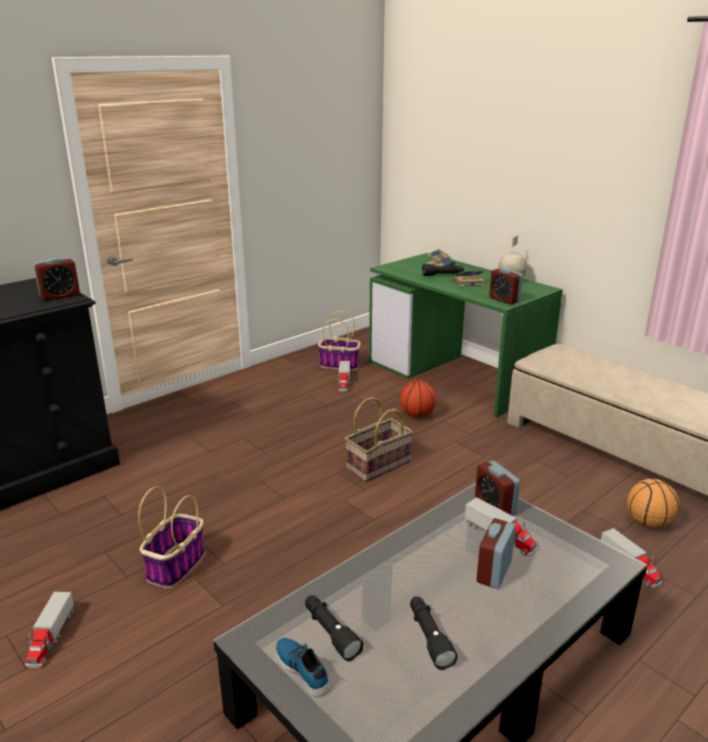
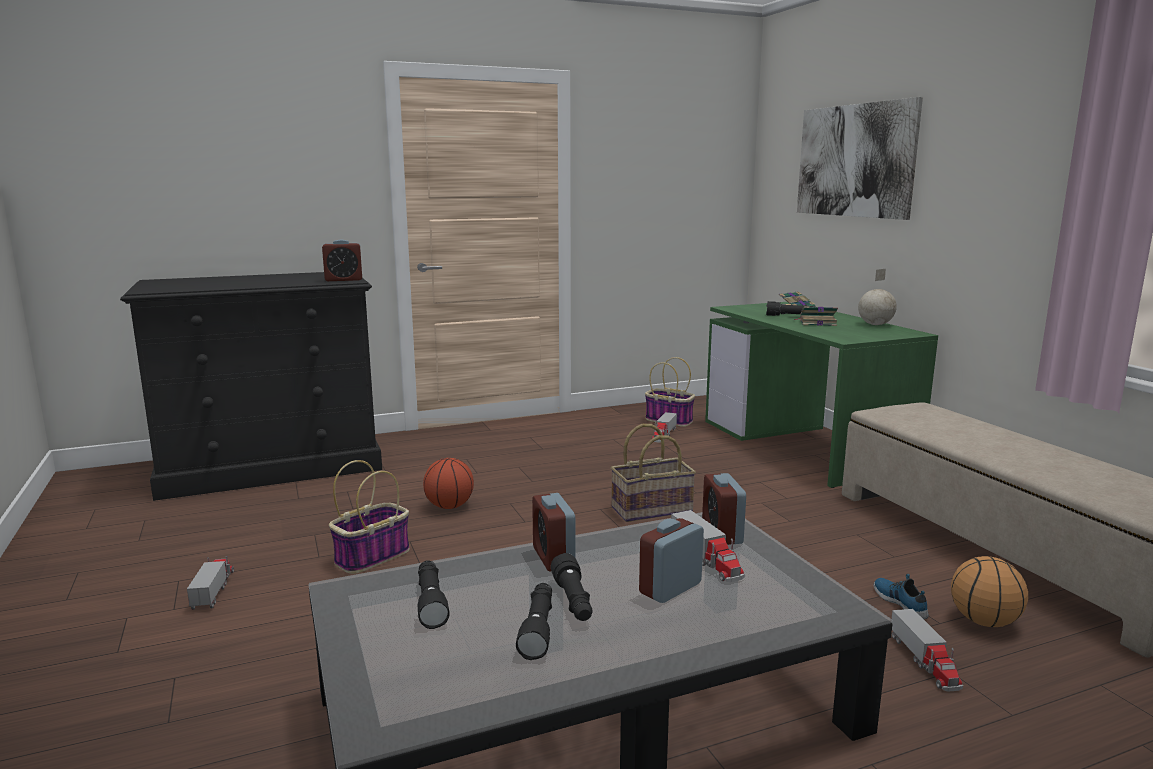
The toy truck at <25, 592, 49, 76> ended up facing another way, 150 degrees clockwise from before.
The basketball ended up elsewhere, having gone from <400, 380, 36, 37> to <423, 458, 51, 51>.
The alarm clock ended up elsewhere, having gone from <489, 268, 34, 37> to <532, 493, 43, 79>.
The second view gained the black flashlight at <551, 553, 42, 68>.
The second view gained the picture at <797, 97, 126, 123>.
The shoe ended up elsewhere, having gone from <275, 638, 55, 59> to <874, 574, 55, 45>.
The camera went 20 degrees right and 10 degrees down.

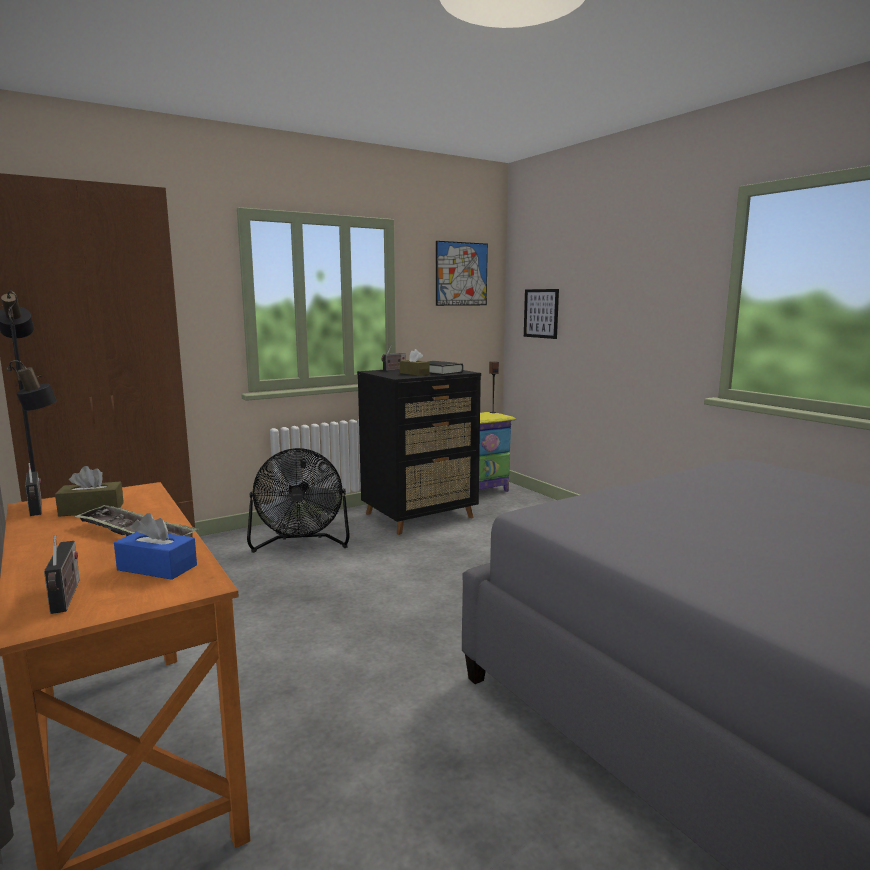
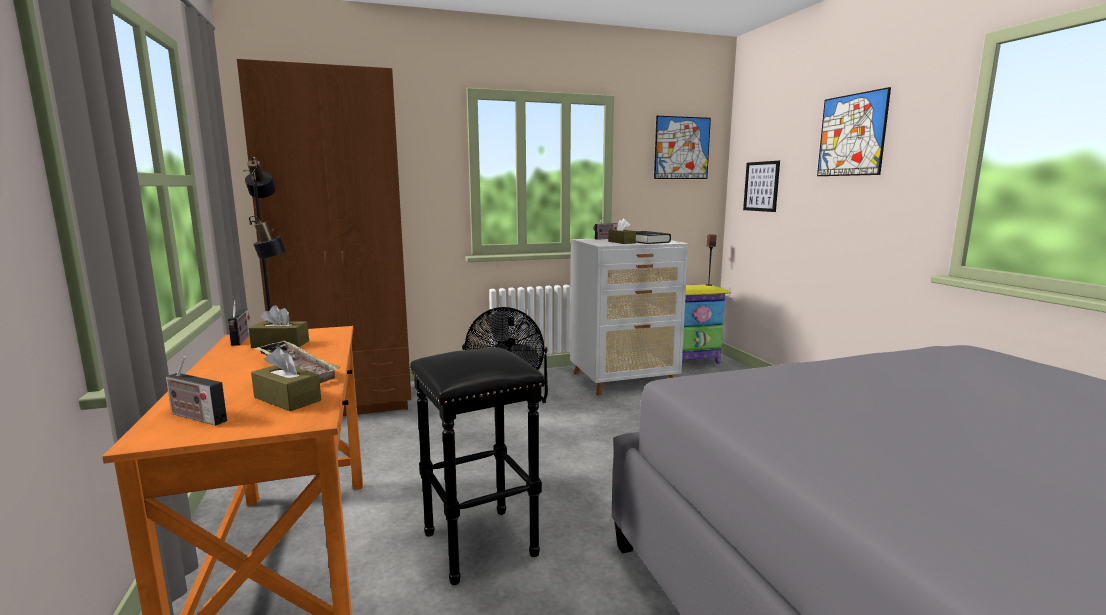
The radio at <44, 535, 36, 79> ended up facing another way, 120 degrees clockwise from before.
What was the blue tissue box at <114, 513, 83, 67> turned into the brown tissue box at <251, 347, 70, 64>.
The second view gained the black stool at <410, 347, 135, 238>.
What was the black dresser at <357, 370, 124, 165> turned into the white dresser at <570, 239, 119, 157>.
The second view gained the picture at <817, 87, 74, 89>.
The camera went 15 degrees right and 0 degrees up.

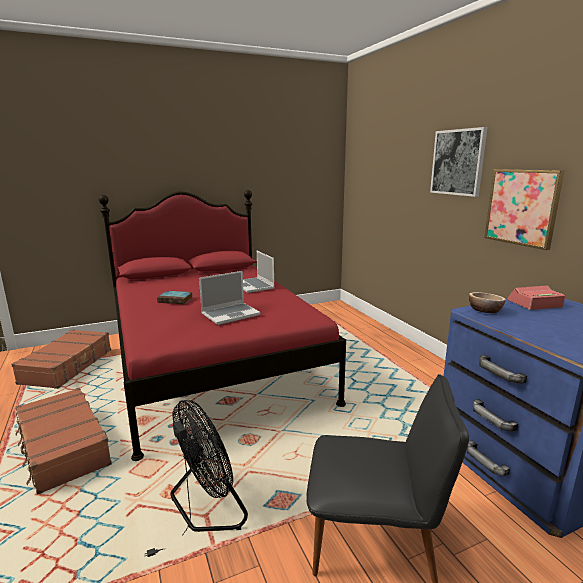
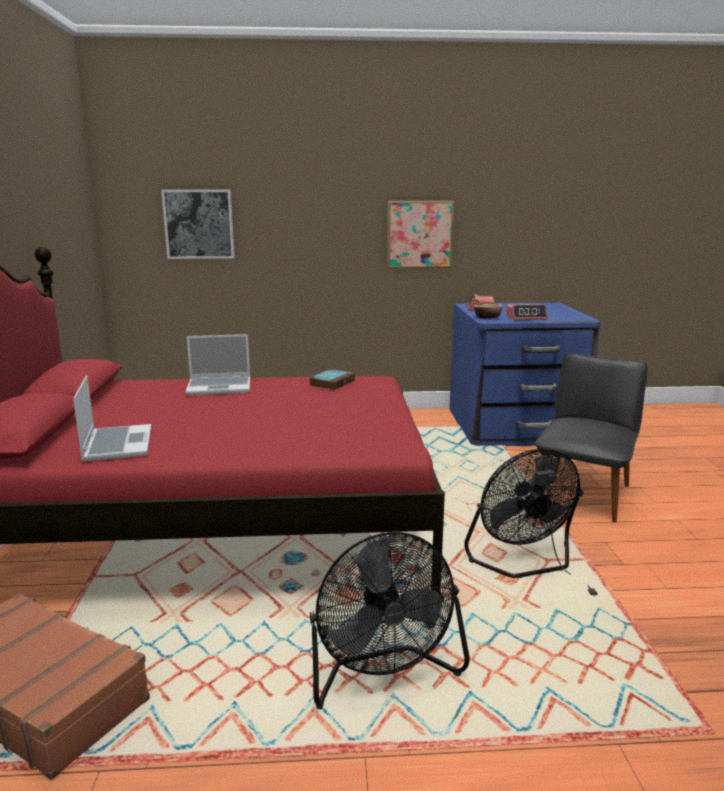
The laptop ended up elsewhere, having gone from <199, 271, 62, 54> to <73, 376, 78, 85>.
The picture ended up elsewhere, having gone from <430, 127, 57, 70> to <161, 190, 74, 69>.
The book ended up elsewhere, having gone from <157, 291, 36, 13> to <310, 369, 45, 21>.
Where the brown suitcase stood at <15, 388, 97, 107>, the black fan came to stand at <310, 531, 160, 178>.
The second view gained the alarm clock at <506, 304, 41, 16>.
The camera went 70 degrees left and 0 degrees up.

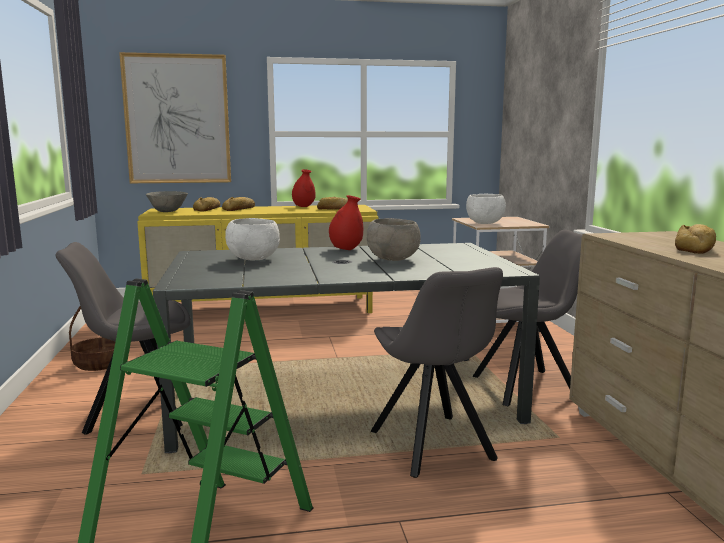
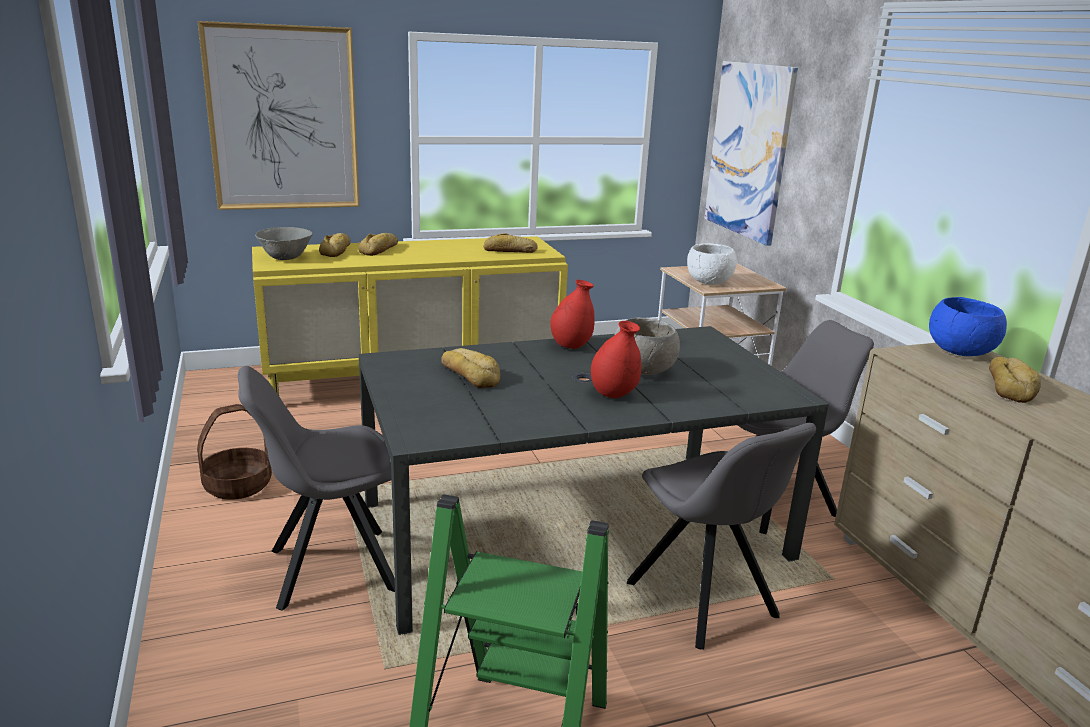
Where the white bowl stood at <225, 218, 55, 42>, the bread came to stand at <441, 348, 59, 40>.
The red vase ended up elsewhere, having gone from <292, 169, 24, 38> to <591, 321, 50, 77>.
The second view gained the picture at <704, 61, 94, 185>.
The second view gained the blue bowl at <929, 297, 78, 59>.
The camera went 10 degrees left and 10 degrees up.

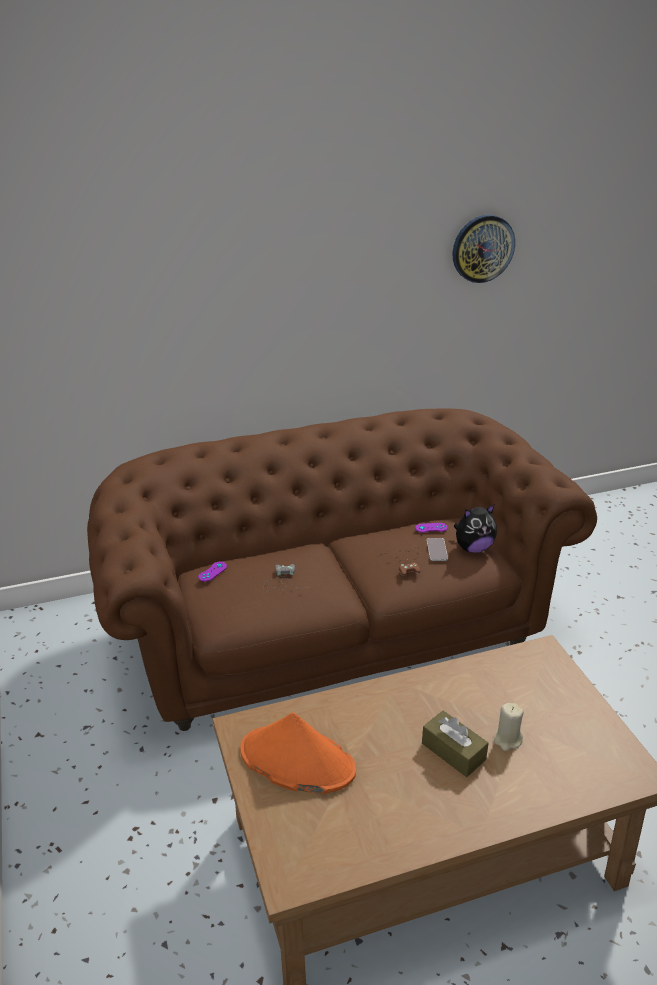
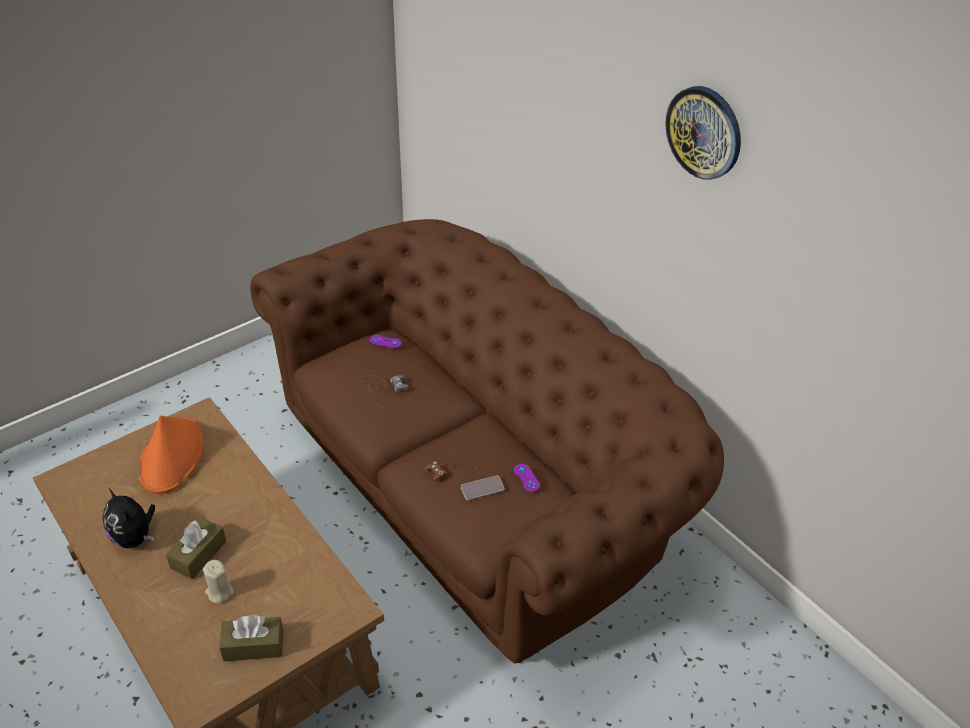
The plush toy ended up elsewhere, having gone from <453, 504, 44, 49> to <102, 488, 53, 60>.
The second view gained the brown tissue box at <219, 615, 64, 46>.
The wall clock ended up elsewhere, having gone from <453, 215, 62, 68> to <665, 86, 76, 94>.
The camera went 70 degrees right and 10 degrees up.

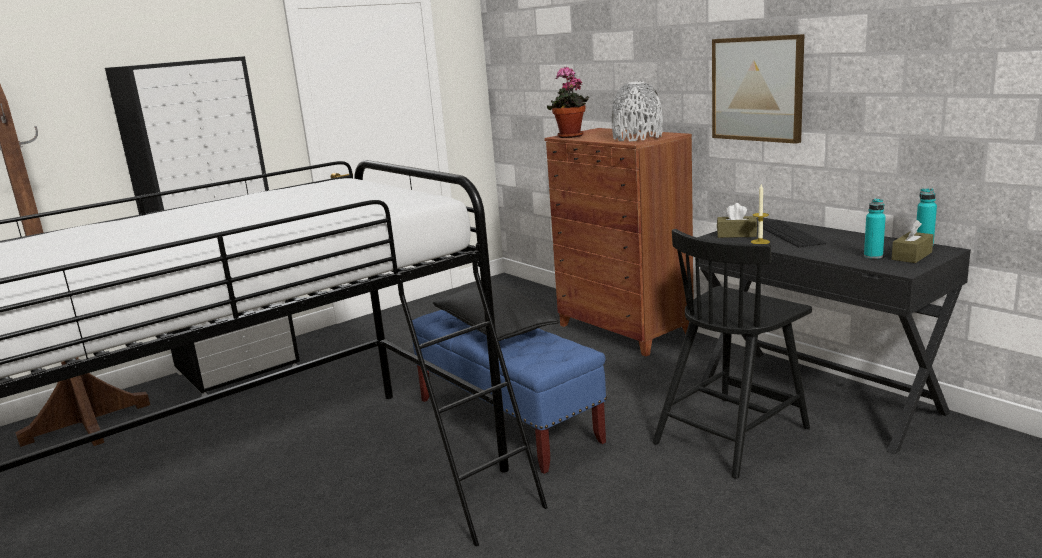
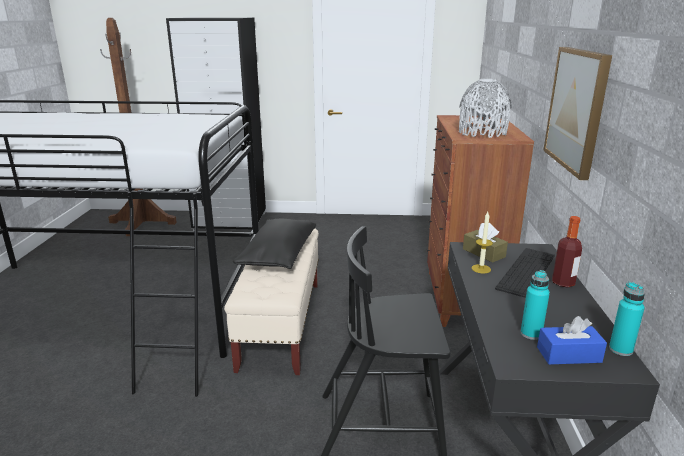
What was the blue bench at <412, 310, 195, 164> turned into the beige bench at <224, 228, 95, 147>.
What was the brown tissue box at <892, 220, 42, 43> turned into the blue tissue box at <537, 316, 70, 49>.
The second view gained the bottle at <552, 216, 30, 71>.
The second view lost the potted plant at <547, 67, 42, 71>.
The camera went 40 degrees right and 5 degrees up.

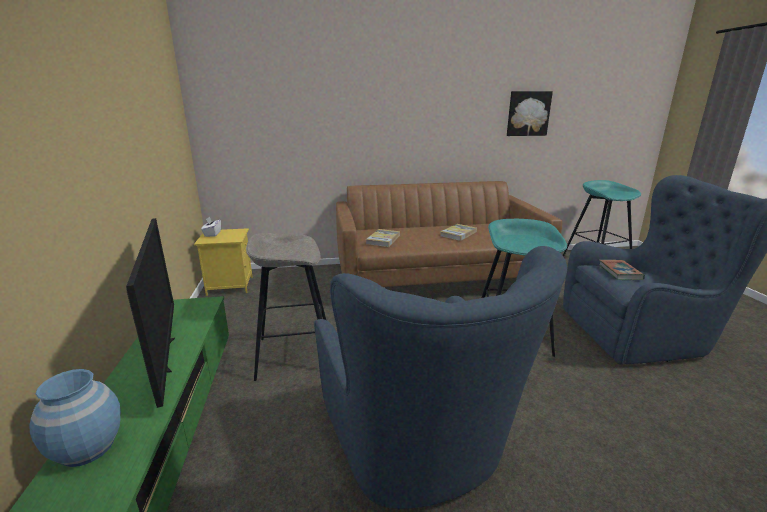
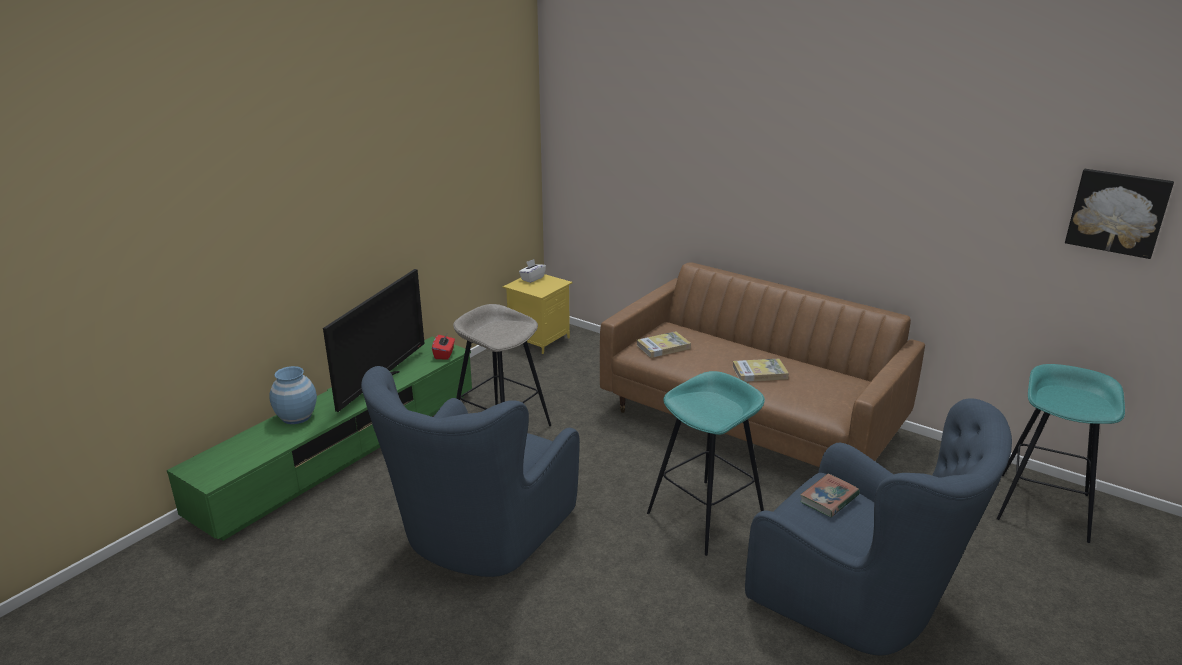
The second view gained the red tissue box at <432, 334, 23, 26>.
The picture ended up elsewhere, having gone from <507, 91, 46, 45> to <1065, 169, 109, 90>.
The camera went 45 degrees right and 5 degrees up.

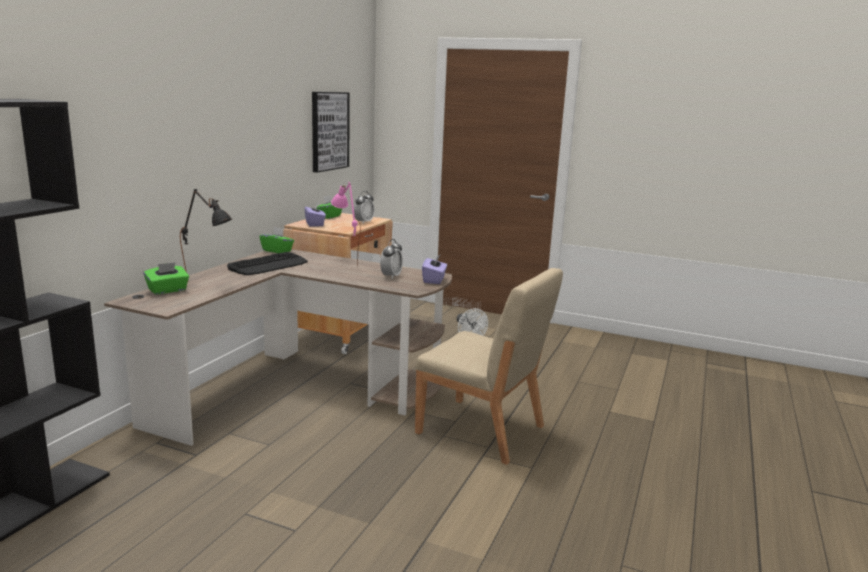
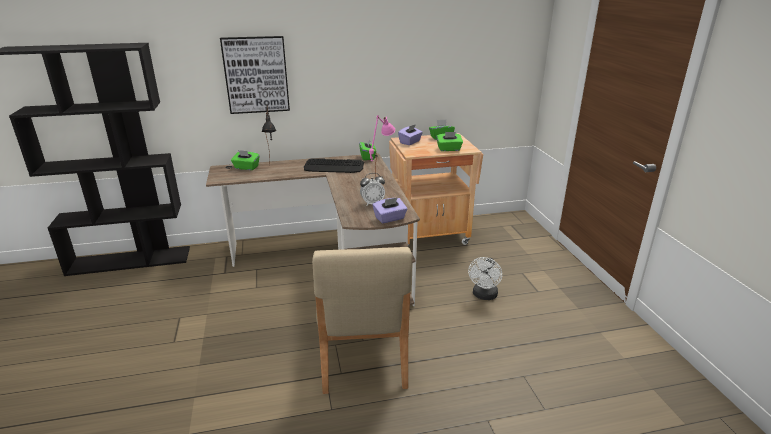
The picture ended up elsewhere, having gone from <312, 92, 38, 81> to <220, 36, 70, 78>.
Where the alarm clock stood at <354, 191, 21, 32>, the green tissue box came to stand at <436, 132, 27, 19>.
The camera went 55 degrees right and 10 degrees up.

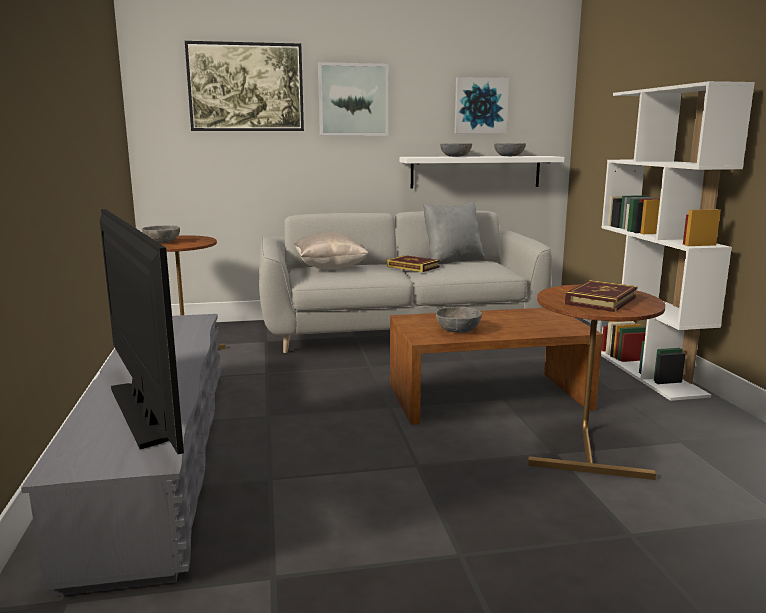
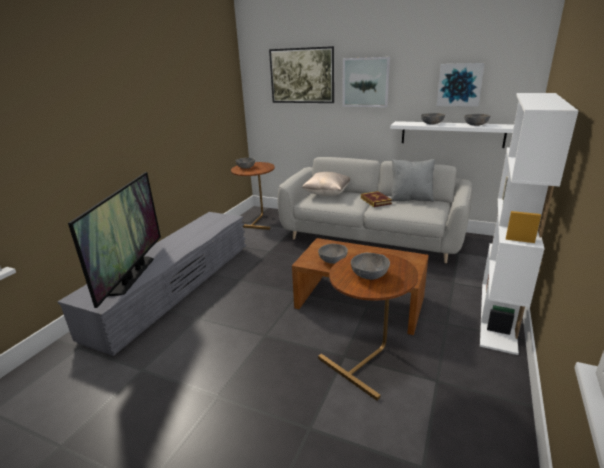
Where the book stood at <565, 280, 73, 32>, the grey bowl came to stand at <351, 253, 39, 27>.
The camera went 35 degrees right and 10 degrees up.

